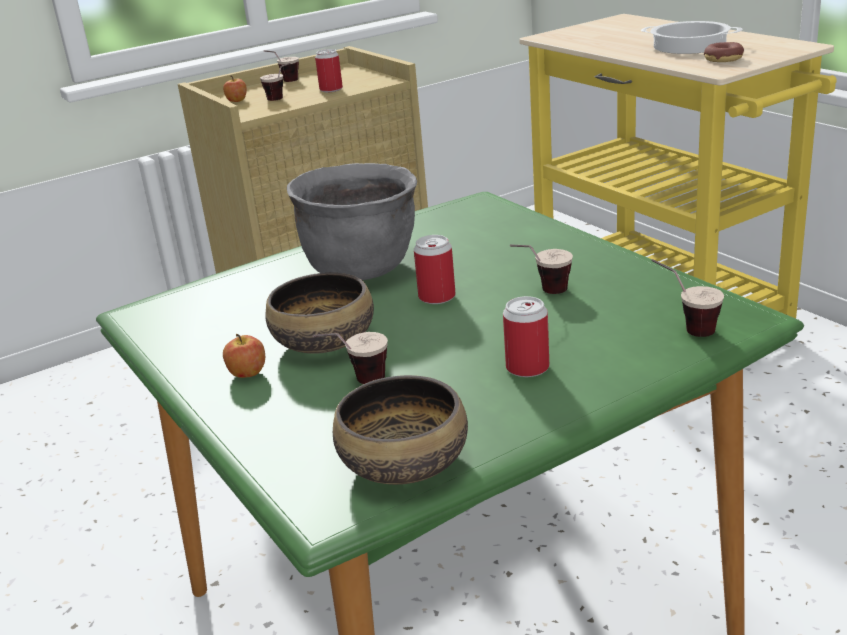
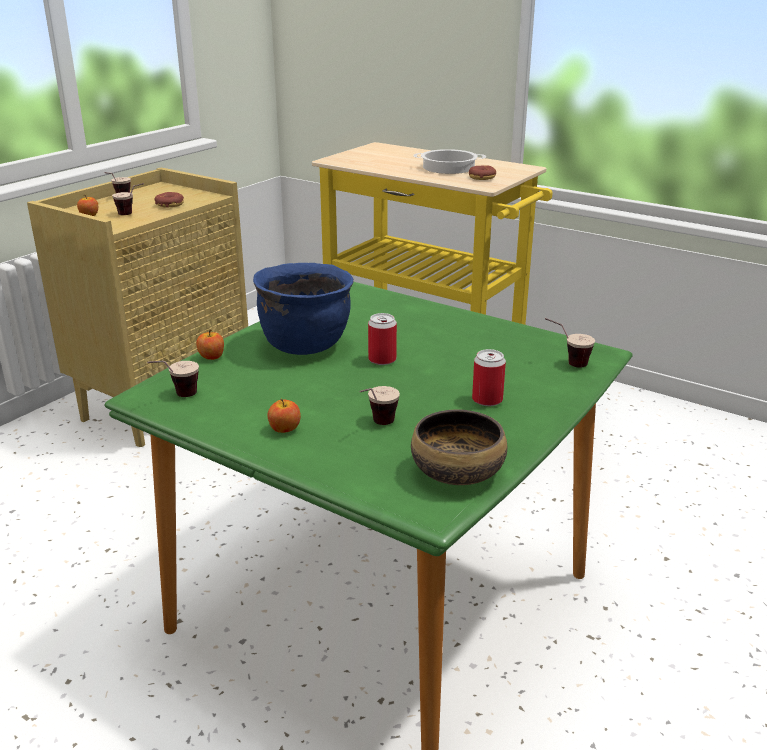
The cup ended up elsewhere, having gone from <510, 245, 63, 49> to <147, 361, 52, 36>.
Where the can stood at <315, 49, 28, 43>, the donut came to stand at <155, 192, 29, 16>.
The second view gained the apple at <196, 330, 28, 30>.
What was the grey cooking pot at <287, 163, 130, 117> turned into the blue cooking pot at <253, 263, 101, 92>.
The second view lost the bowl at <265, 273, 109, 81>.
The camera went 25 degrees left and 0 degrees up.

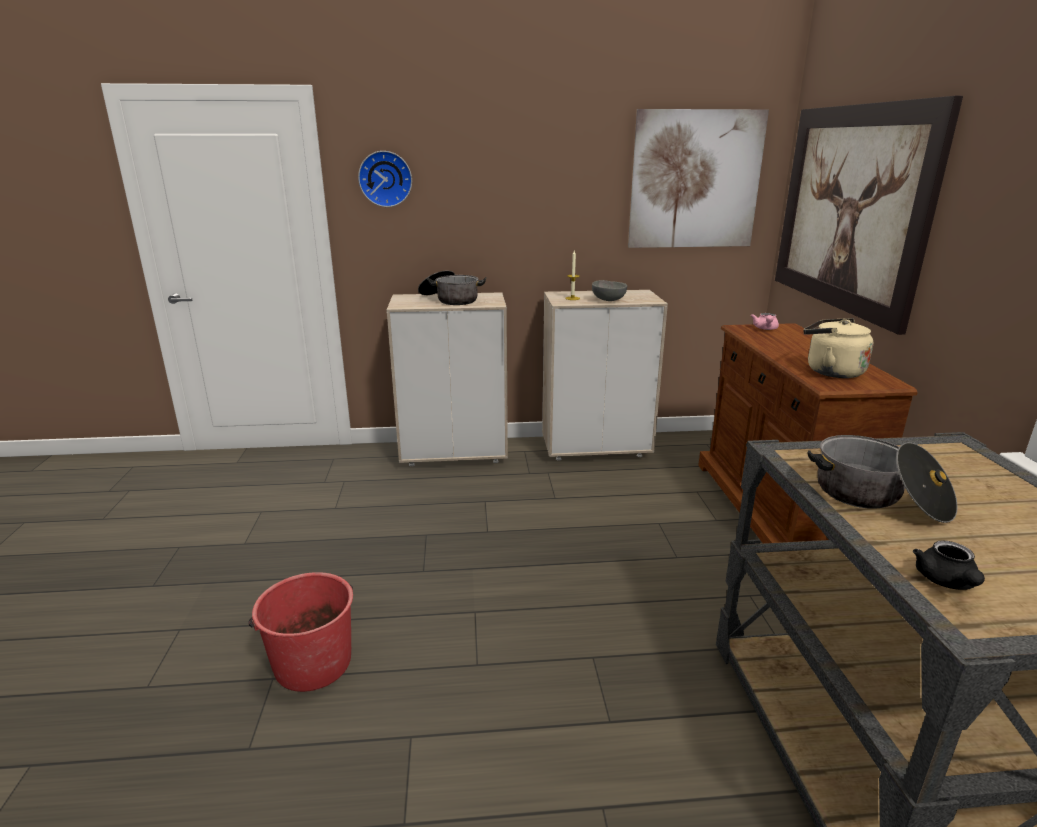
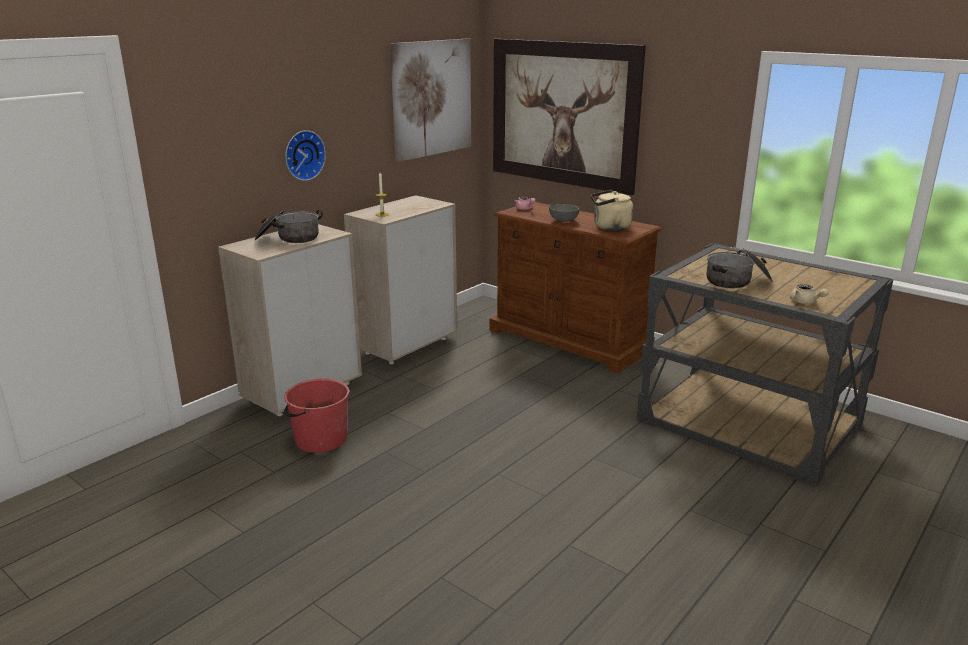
The red bucket ended up elsewhere, having gone from <248, 572, 105, 120> to <284, 379, 65, 74>.
The wall clock ended up elsewhere, having gone from <358, 151, 54, 56> to <285, 130, 41, 51>.
The grey bowl ended up elsewhere, having gone from <592, 280, 35, 21> to <549, 204, 30, 18>.
What was the black teapot at <913, 540, 72, 50> turned into the beige teapot at <790, 284, 39, 20>.
The camera went 45 degrees left and 0 degrees up.

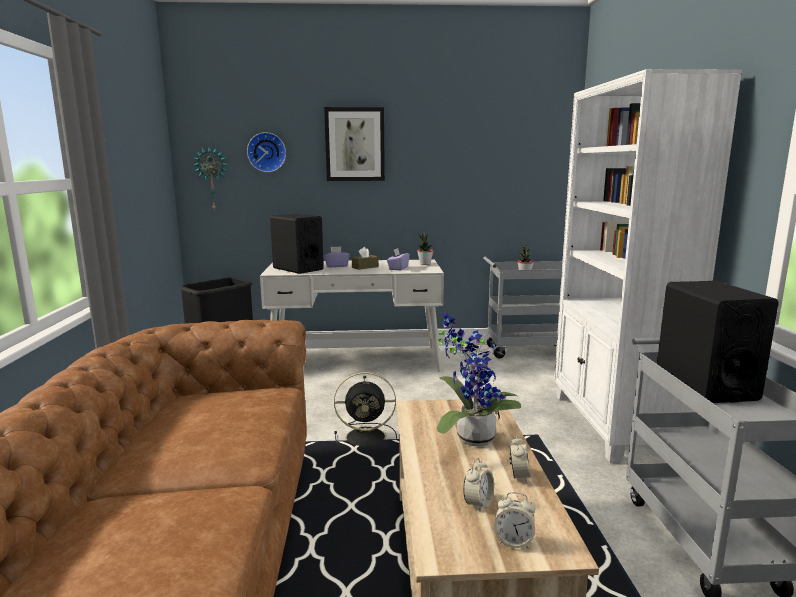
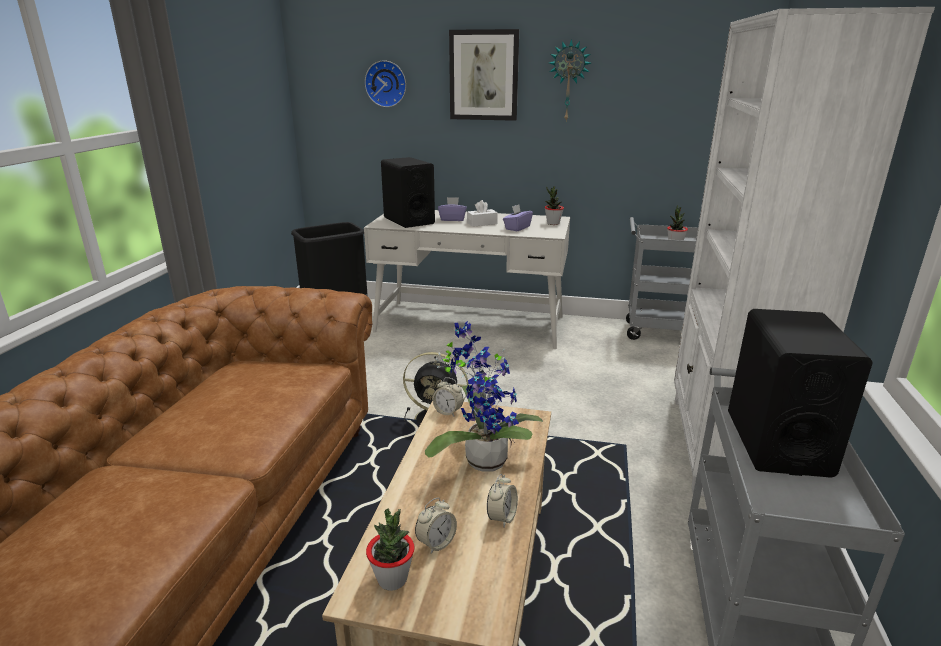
The second view gained the potted plant at <366, 508, 49, 83>.
The alarm clock ended up elsewhere, having gone from <494, 492, 41, 56> to <432, 377, 31, 39>.
What was the brown tissue box at <352, 247, 27, 23> turned into the white tissue box at <467, 200, 31, 27>.
The wall clock ended up elsewhere, having gone from <193, 146, 36, 66> to <549, 39, 42, 82>.
The camera went 15 degrees right and 10 degrees up.

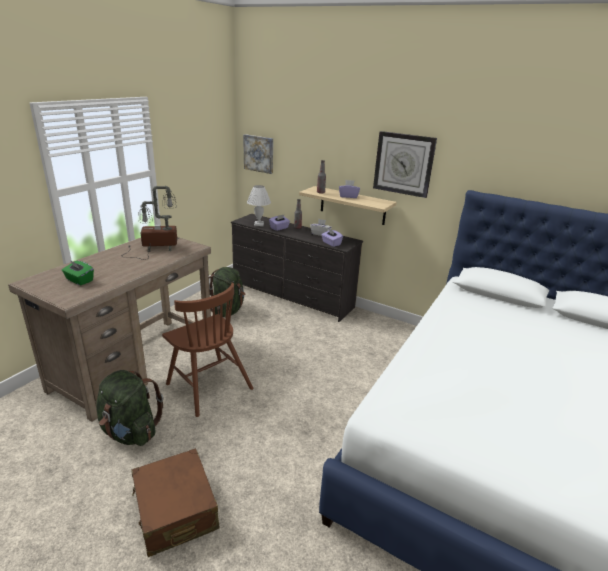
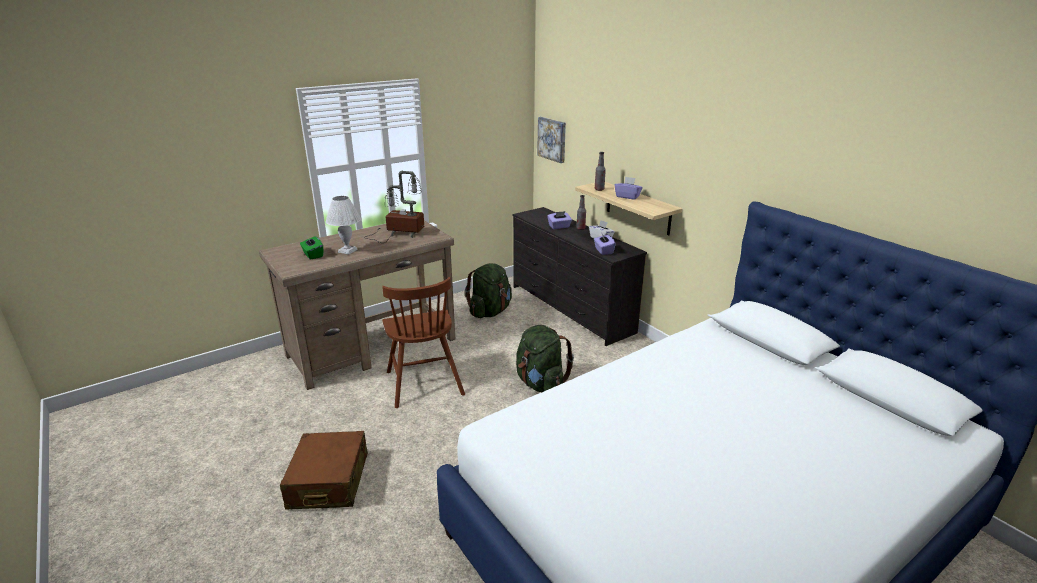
The white table lamp ended up elsewhere, having gone from <247, 185, 24, 41> to <326, 196, 35, 58>.
The green backpack ended up elsewhere, having gone from <97, 370, 66, 76> to <516, 325, 58, 67>.
The second view lost the wall clock at <373, 131, 64, 67>.
The camera went 25 degrees right and 0 degrees up.

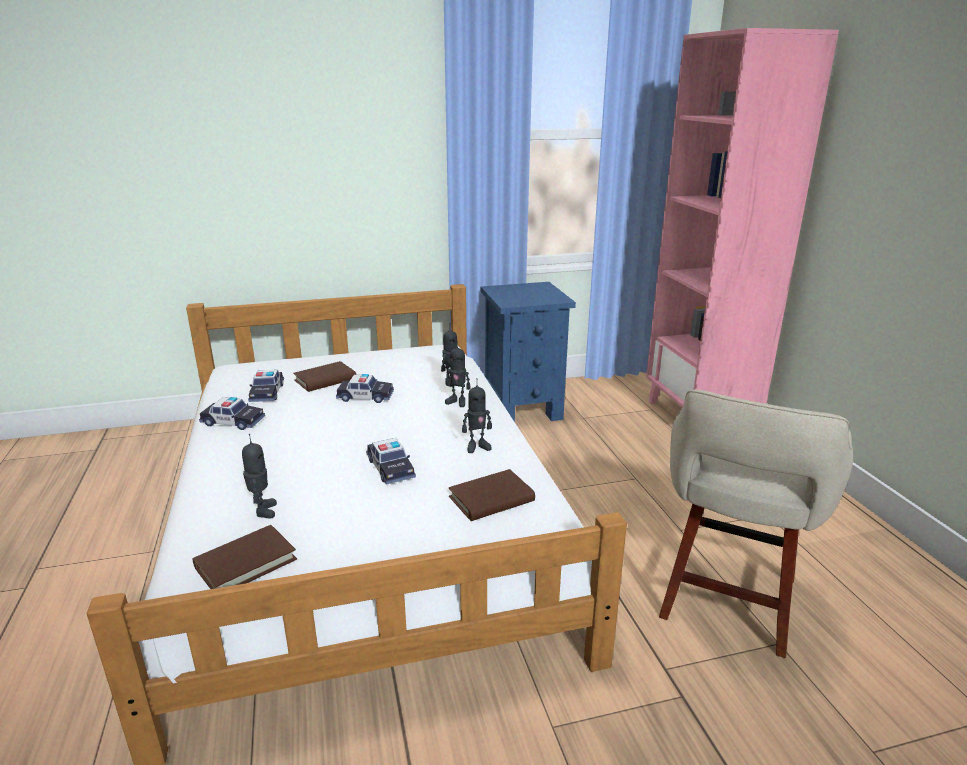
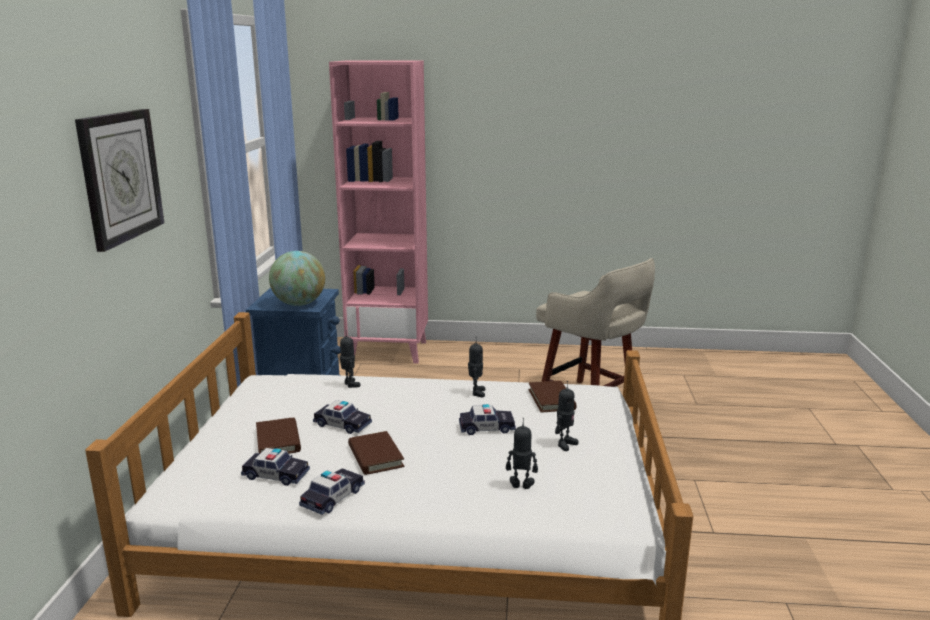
The second view gained the wall clock at <75, 109, 89, 143>.
The second view gained the globe at <269, 251, 56, 55>.
The toy car at <336, 374, 58, 29> ended up facing another way, 90 degrees clockwise from before.
The brown book ended up elsewhere, having gone from <193, 525, 104, 64> to <348, 431, 56, 44>.
The toy robot ended up elsewhere, having gone from <445, 340, 26, 67> to <555, 381, 24, 70>.
The camera went 70 degrees left and 5 degrees down.

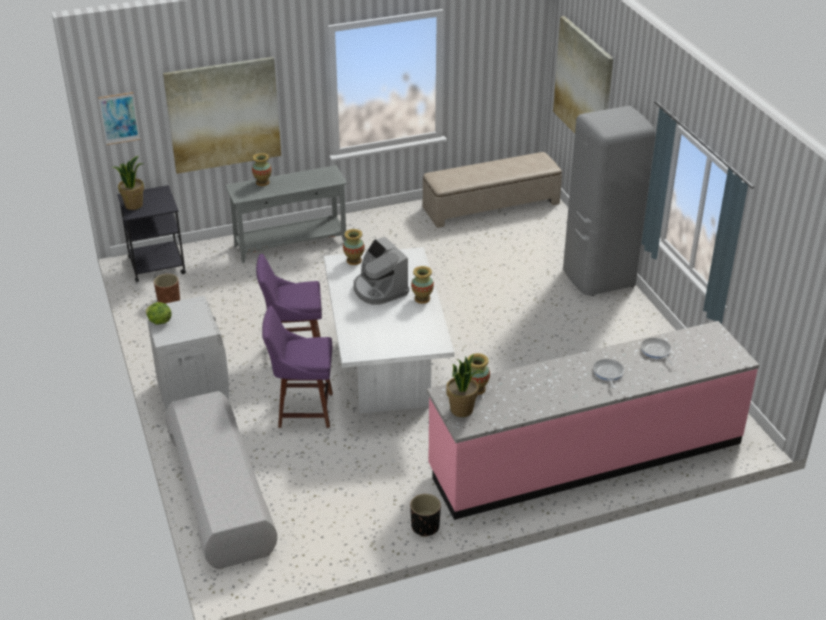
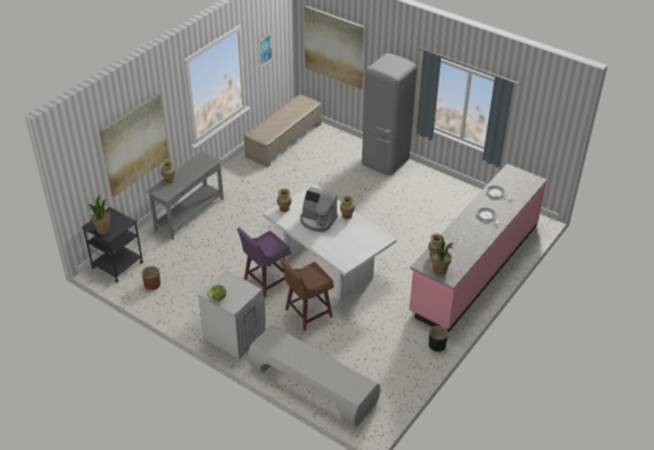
The picture ended up elsewhere, having gone from <98, 92, 42, 53> to <258, 31, 15, 38>.
What was the purple stool at <262, 306, 71, 122> turned into the brown stool at <280, 258, 54, 73>.
The camera went 35 degrees left and 5 degrees up.

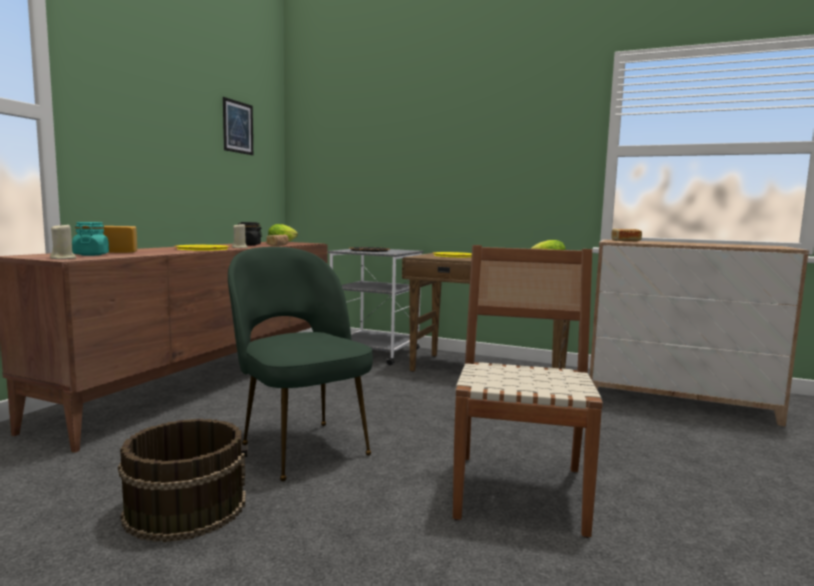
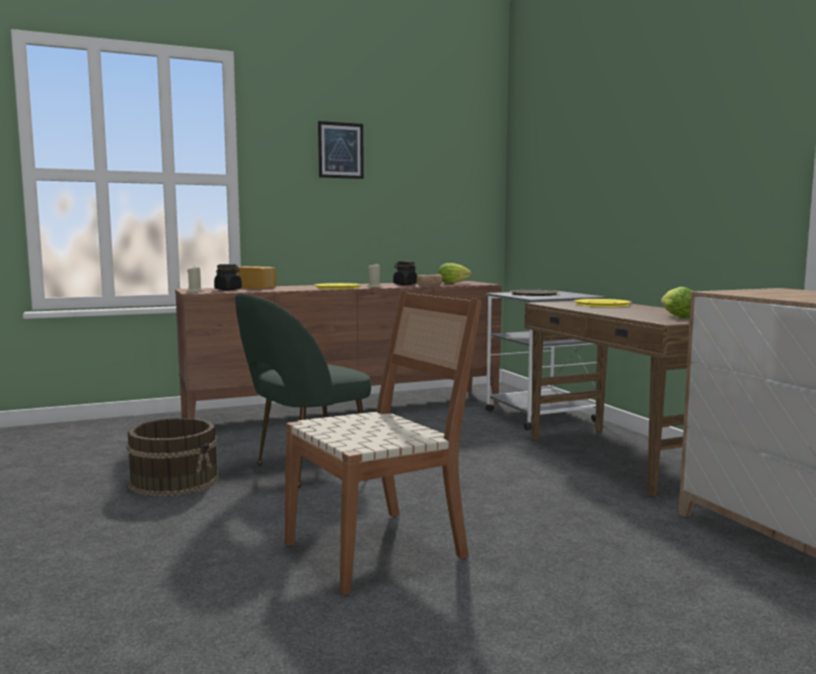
What was the turquoise jar at <72, 222, 37, 34> turned into the black jar at <214, 264, 28, 26>.
The green chair at <228, 247, 145, 234> ended up facing another way, 135 degrees counterclockwise from before.
The picture ended up elsewhere, having gone from <223, 97, 30, 58> to <318, 121, 46, 58>.
The second view lost the bread at <611, 229, 31, 12>.
The camera went 45 degrees right and 0 degrees up.

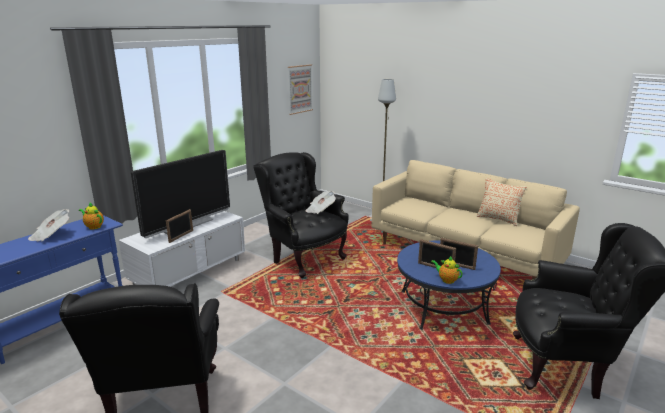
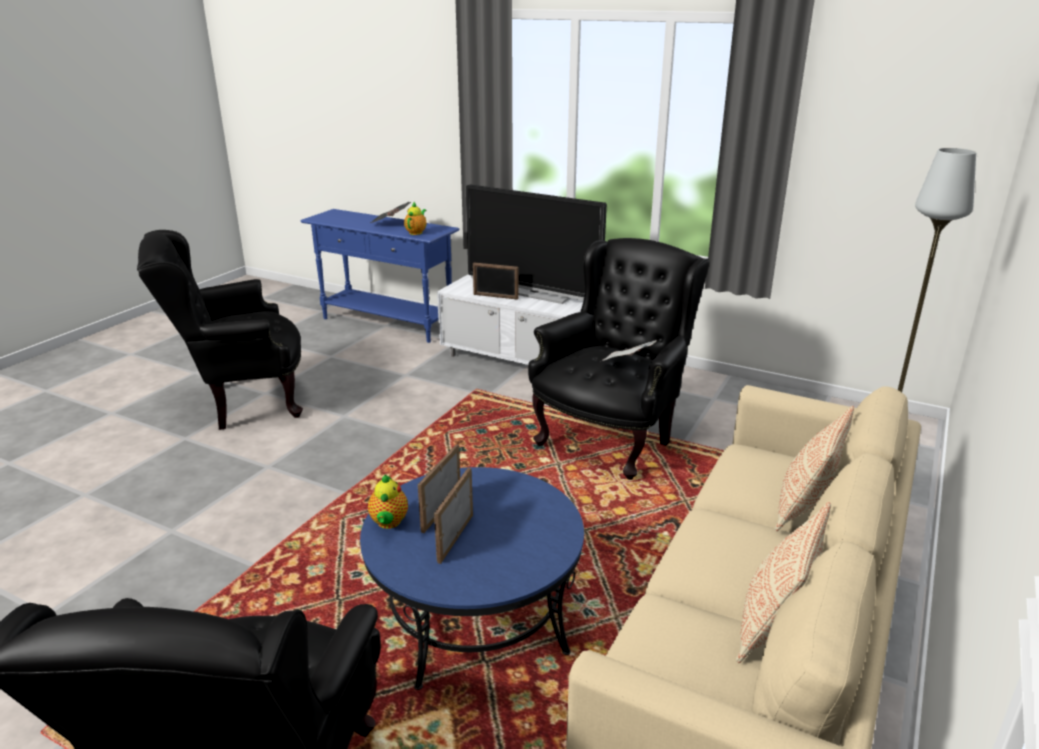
The teapot at <431, 256, 32, 28> ended up facing another way, 150 degrees clockwise from before.
The second view gained the beige pillow at <774, 406, 80, 125>.
The second view lost the picture at <288, 64, 25, 51>.
The camera went 80 degrees right and 5 degrees up.

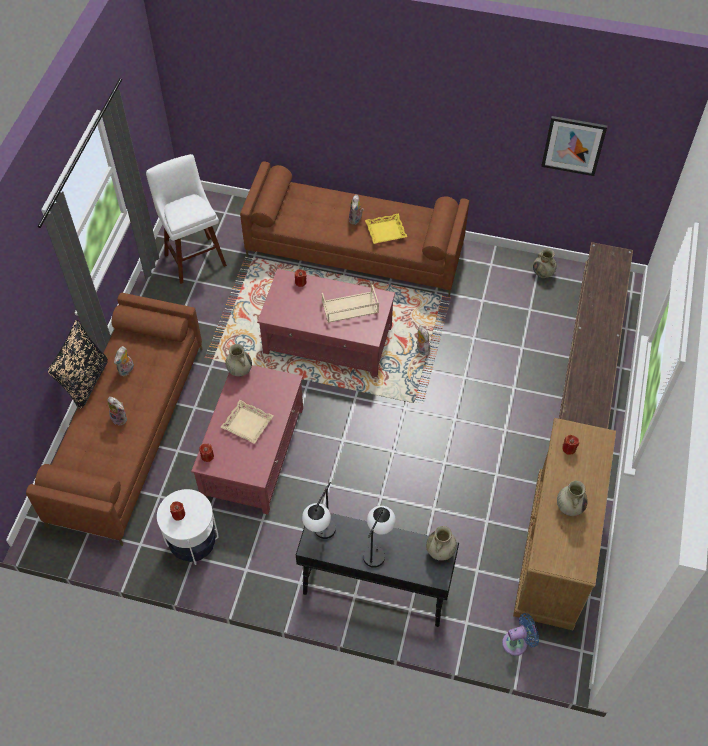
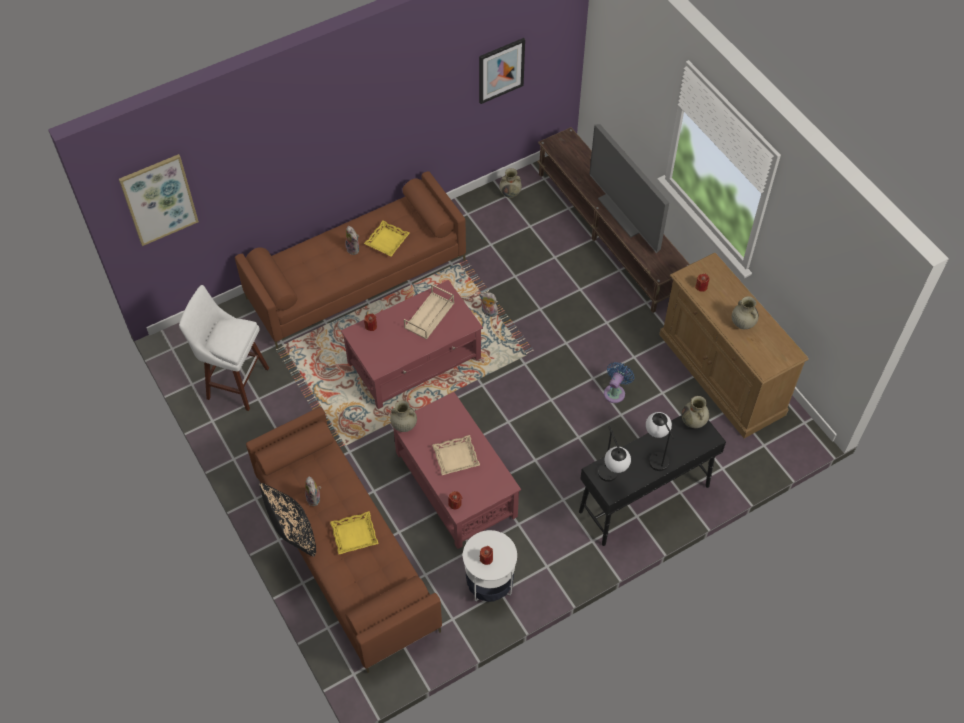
The second view gained the picture at <119, 154, 80, 92>.
Where the plush toy stood at <108, 397, 19, 29>, the yellow tray came to stand at <330, 511, 49, 44>.
The second view gained the television at <589, 124, 80, 129>.
The blue fan ended up elsewhere, having gone from <502, 613, 37, 43> to <604, 362, 30, 41>.
The camera went 45 degrees left and 0 degrees up.

